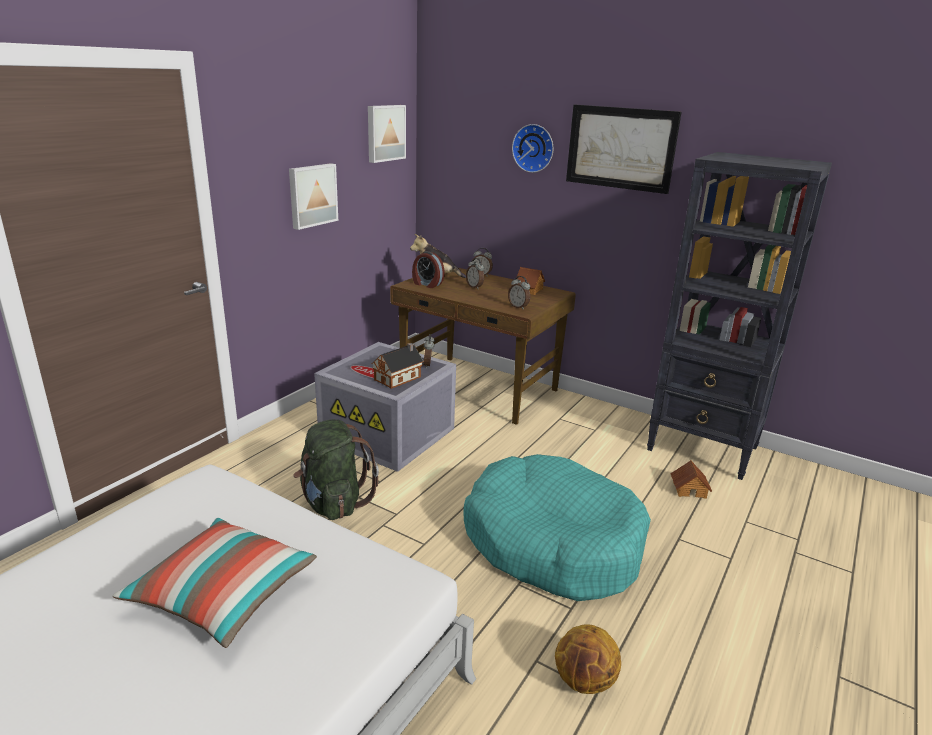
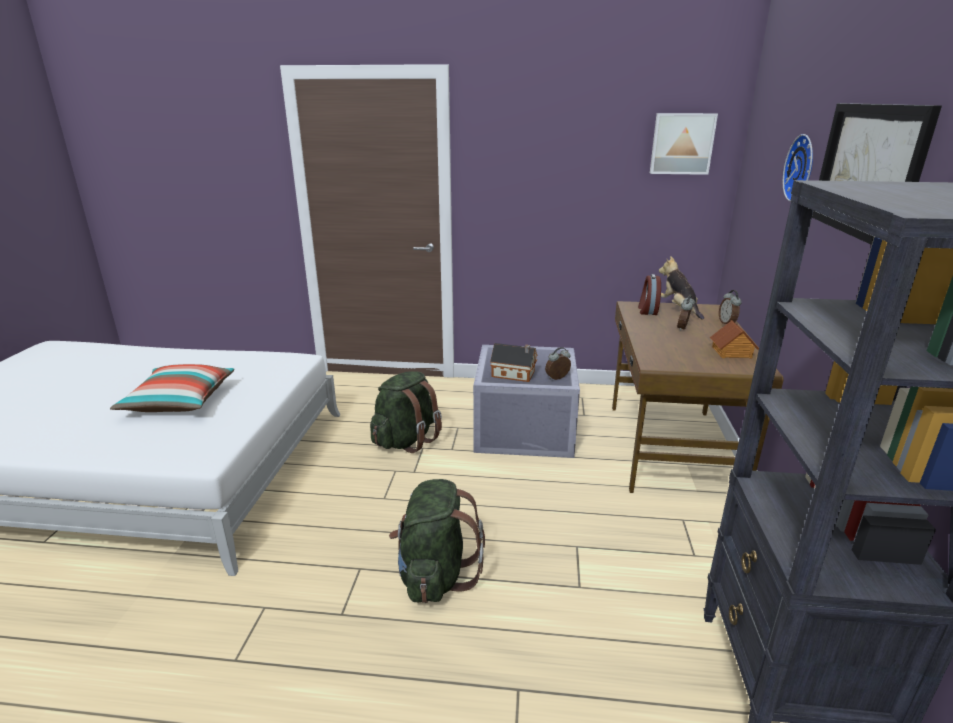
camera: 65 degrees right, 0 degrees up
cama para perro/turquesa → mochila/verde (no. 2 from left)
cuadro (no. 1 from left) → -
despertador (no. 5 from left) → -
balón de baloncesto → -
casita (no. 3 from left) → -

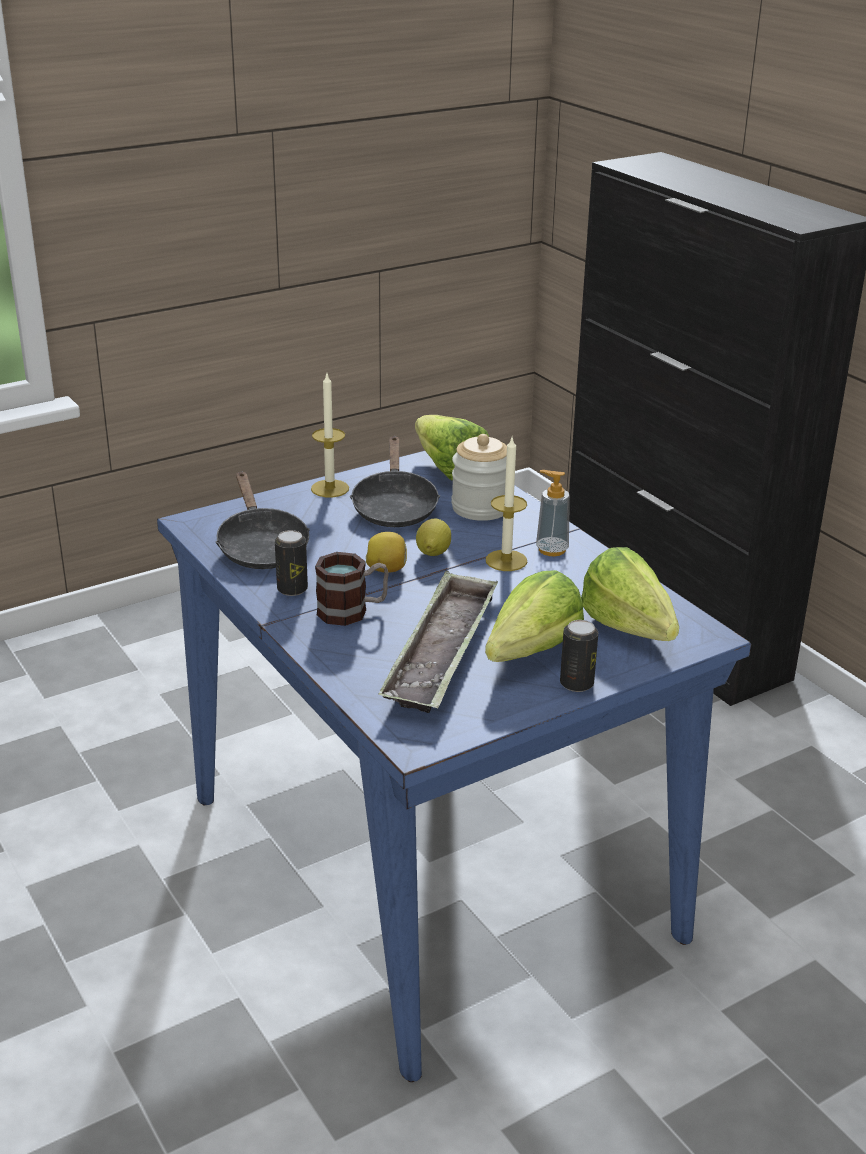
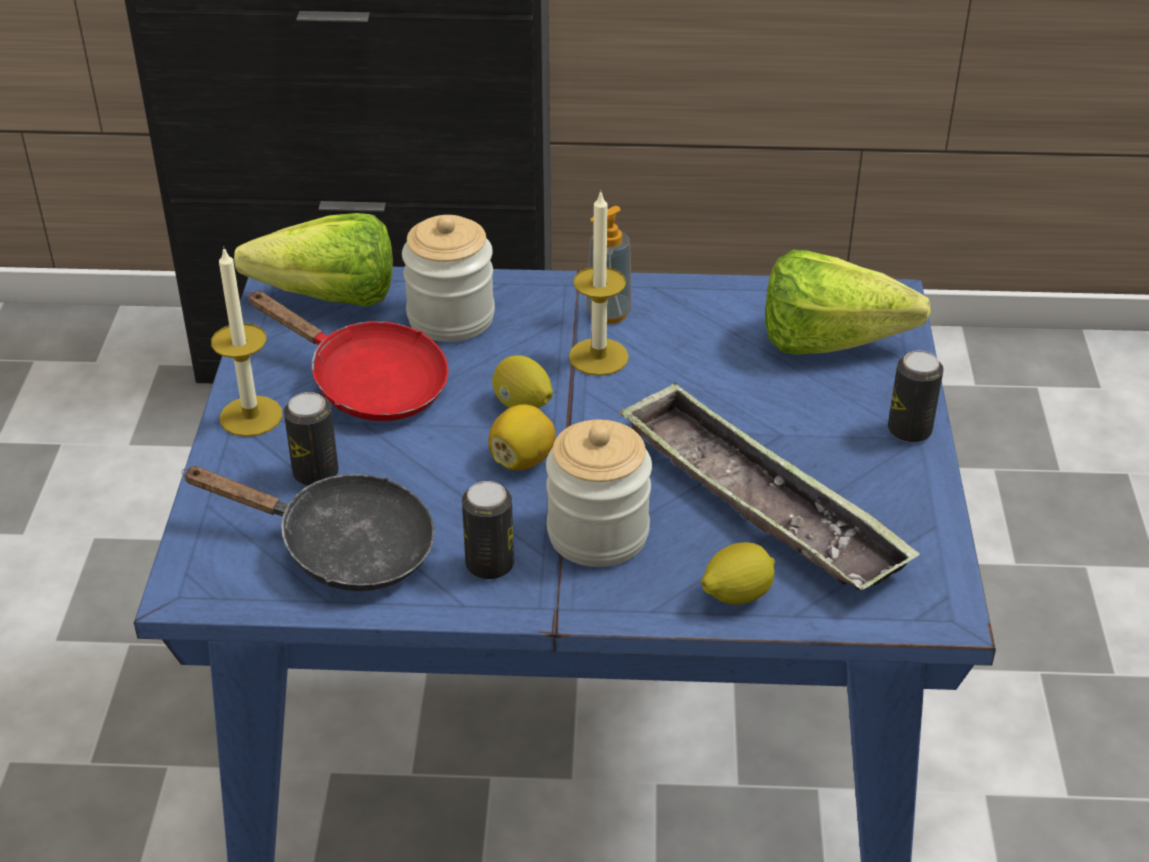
camera: 55 degrees left, 10 degrees up
sartén/negro (no. 2 from left) → sartén/rojo
- → lata (no. 1 from left)
taza grande → tarro (no. 2 from left)
- → limón (no. 3 from left)
lechuga (no. 2 from left) → -

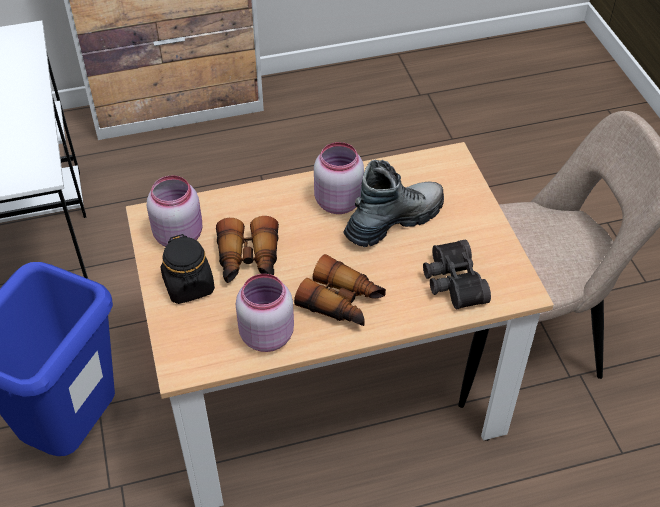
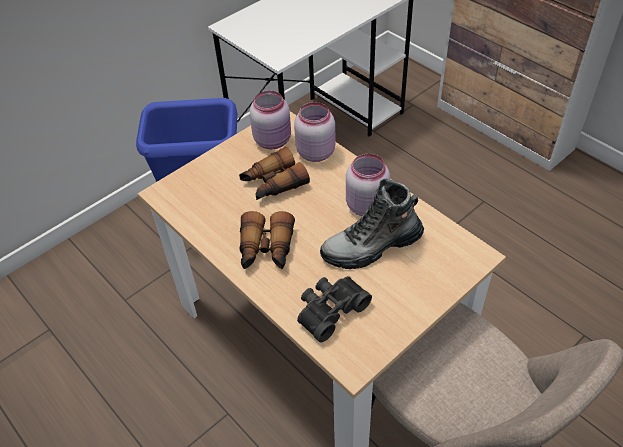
camera: 65 degrees right, 0 degrees up
tarro/rosa (no. 2 from left), shifted
bota, 135 degrees clockwise
tarro/negro → -

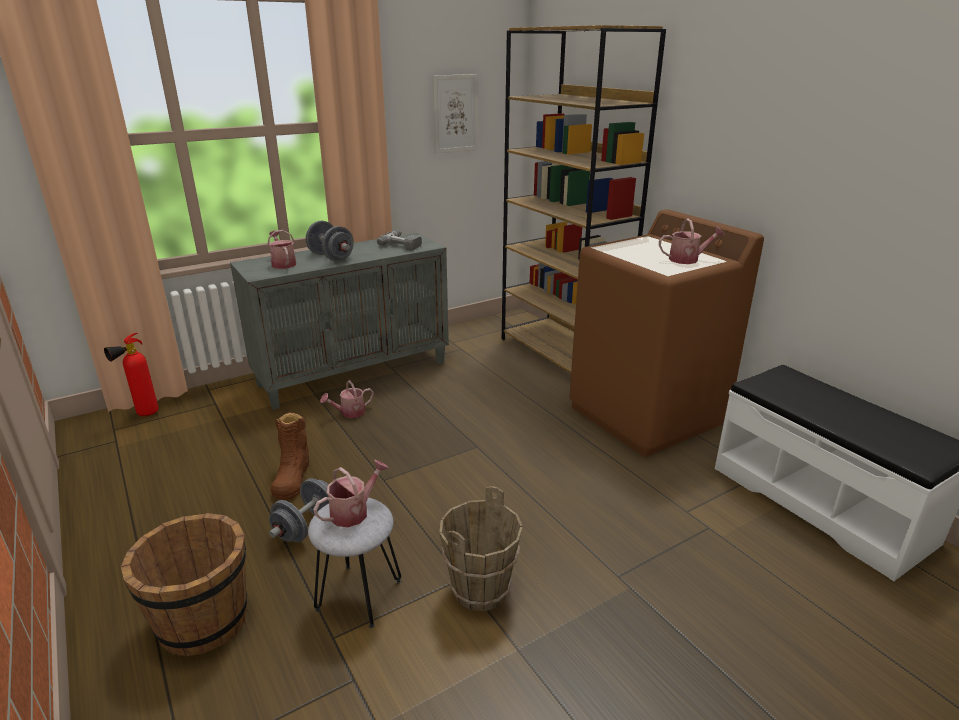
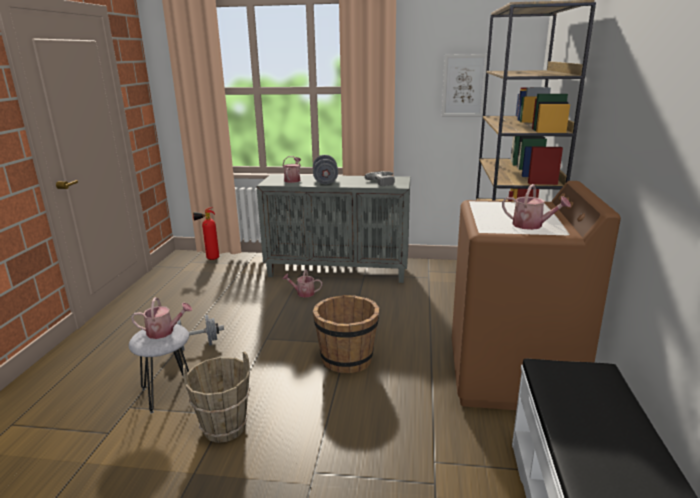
camera: 40 degrees right, 5 degrees down
cubo/marrón (no. 1 from left in the first image) → cubo/marrón (no. 2 from left), shifted
bota/marrón → -

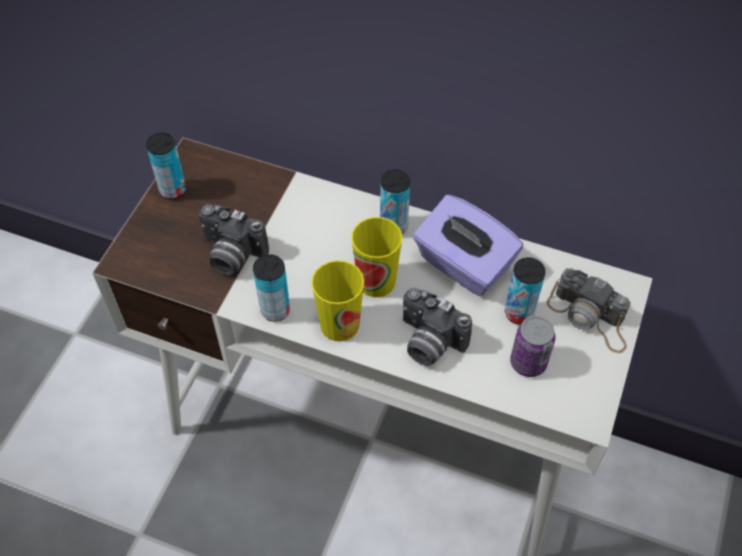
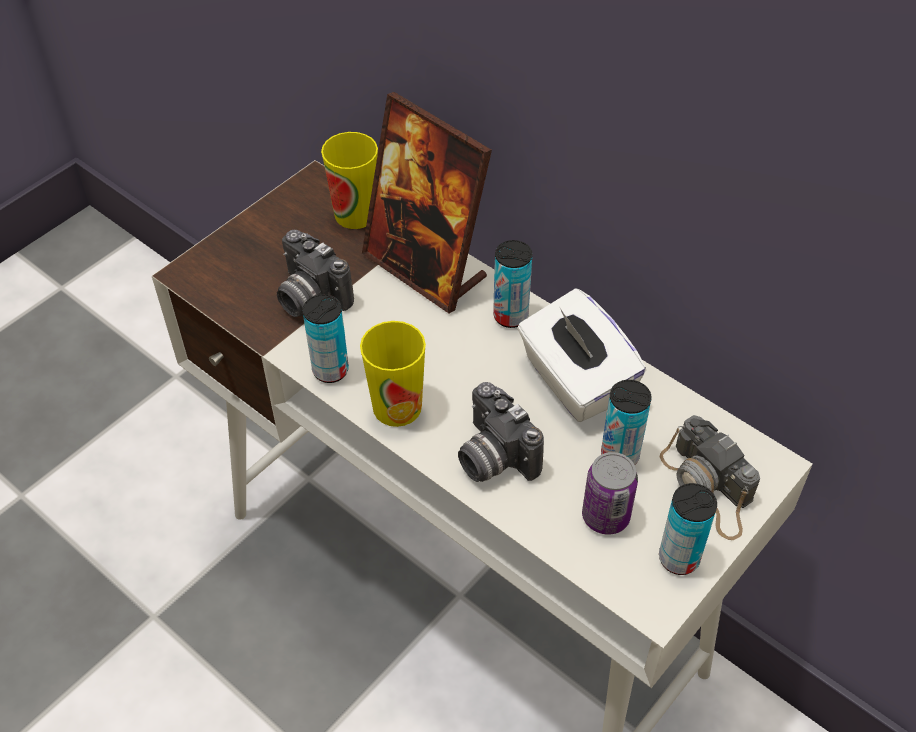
camera: 20 degrees right, 5 degrees down
taza (no. 2 from left in the first image) → taza (no. 1 from left), shifted
- → portarretratos
caja de pañuelos/morado → caja de pañuelos/blanco
lata (no. 1 from left in the first image) → lata (no. 5 from left), shifted

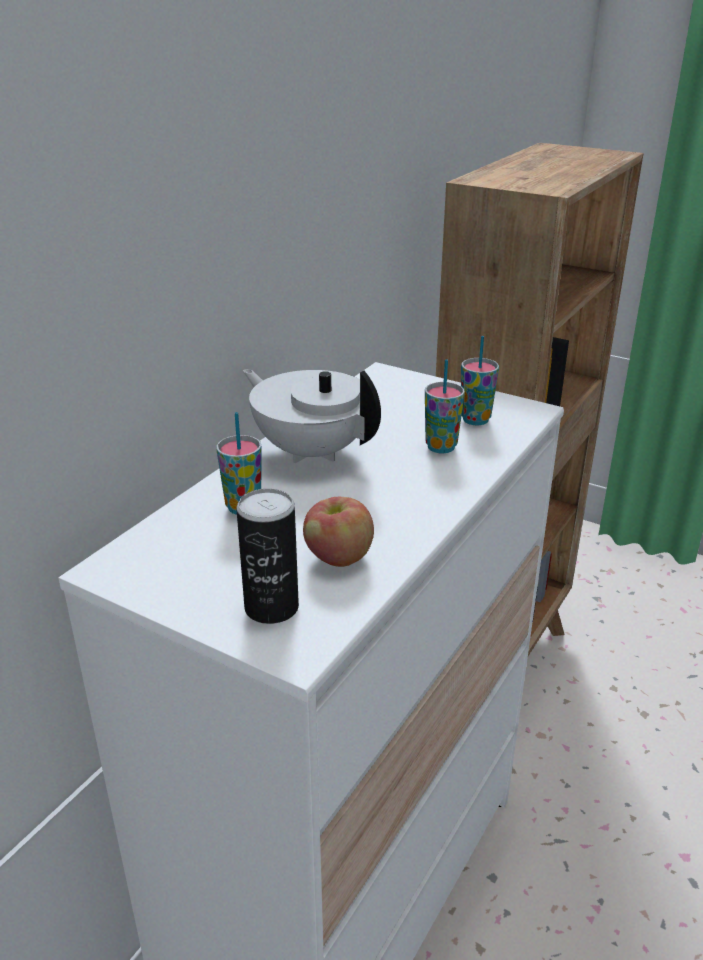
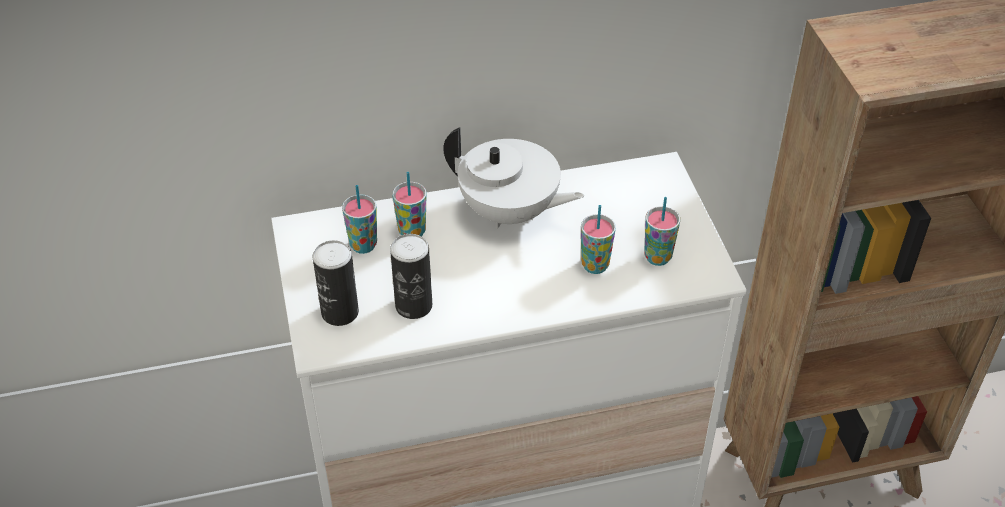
camera: 45 degrees right, 15 degrees up
- → taza (no. 1 from left)
manzana → lata (no. 2 from left)
tetera/blanco, 120 degrees clockwise

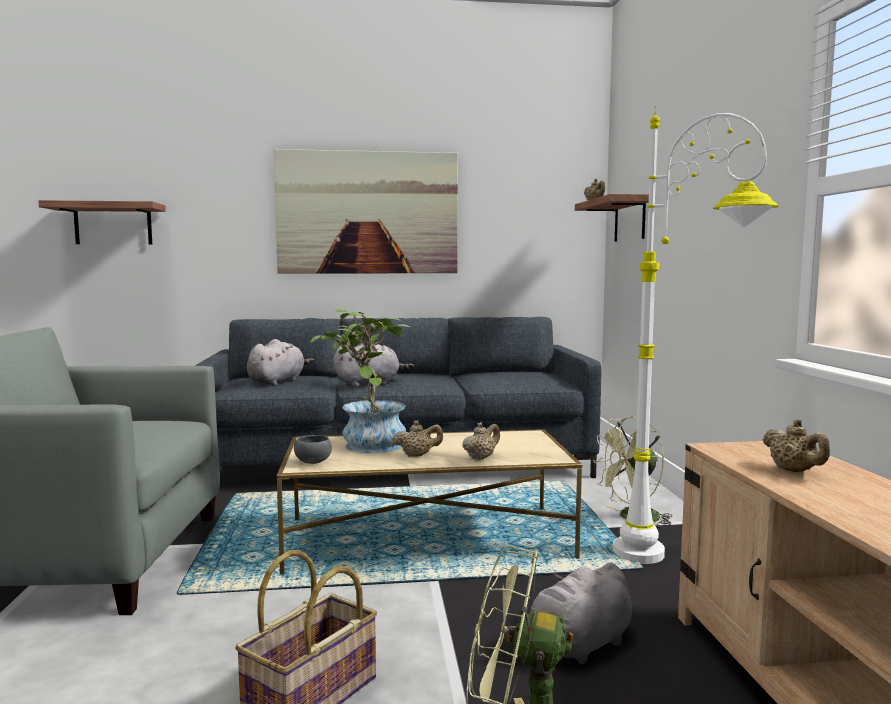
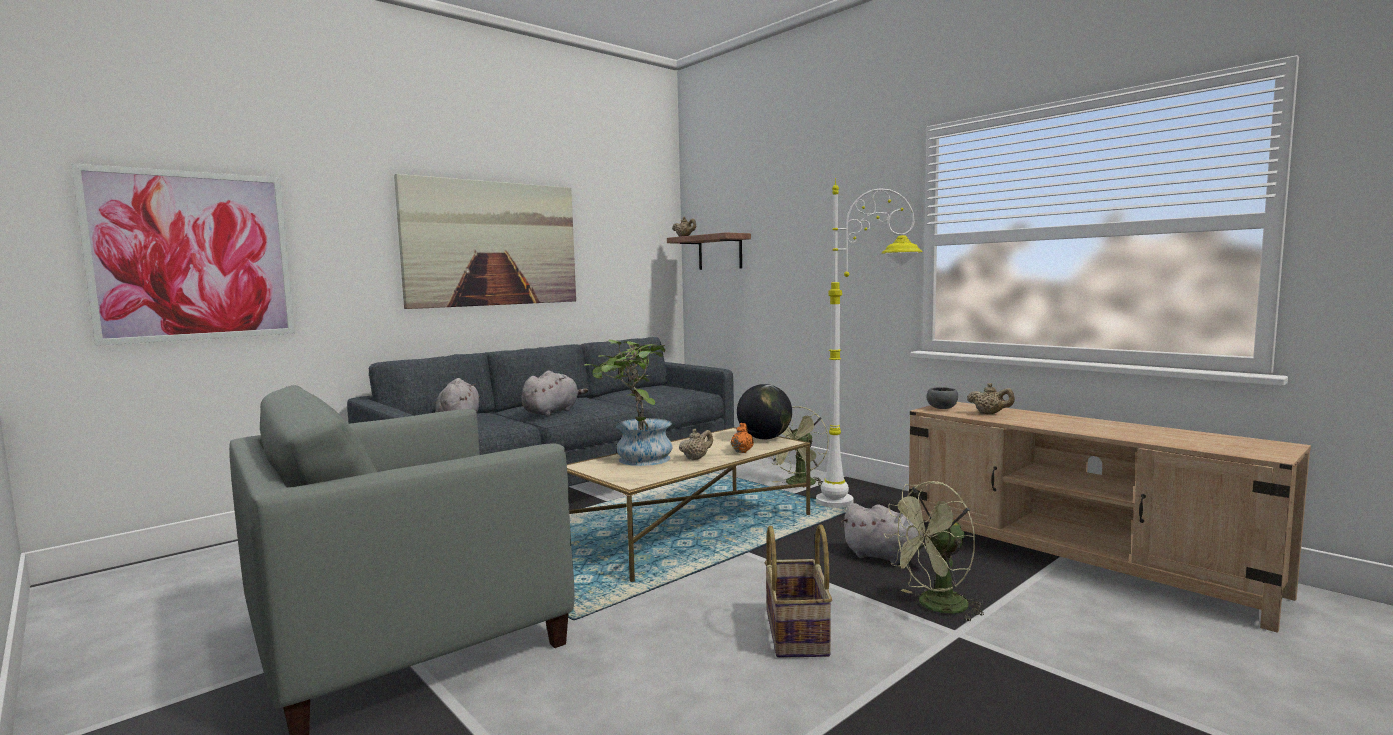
camera: 35 degrees left, 0 degrees up
estante (no. 1 from left) → cuadro (no. 1 from left)
tetera/beis (no. 2 from left) → tetera/naranja
- → globo terráqueo
peluche/gris (no. 3 from left), 75 degrees counterclockwise
cuenco/gris, shifted

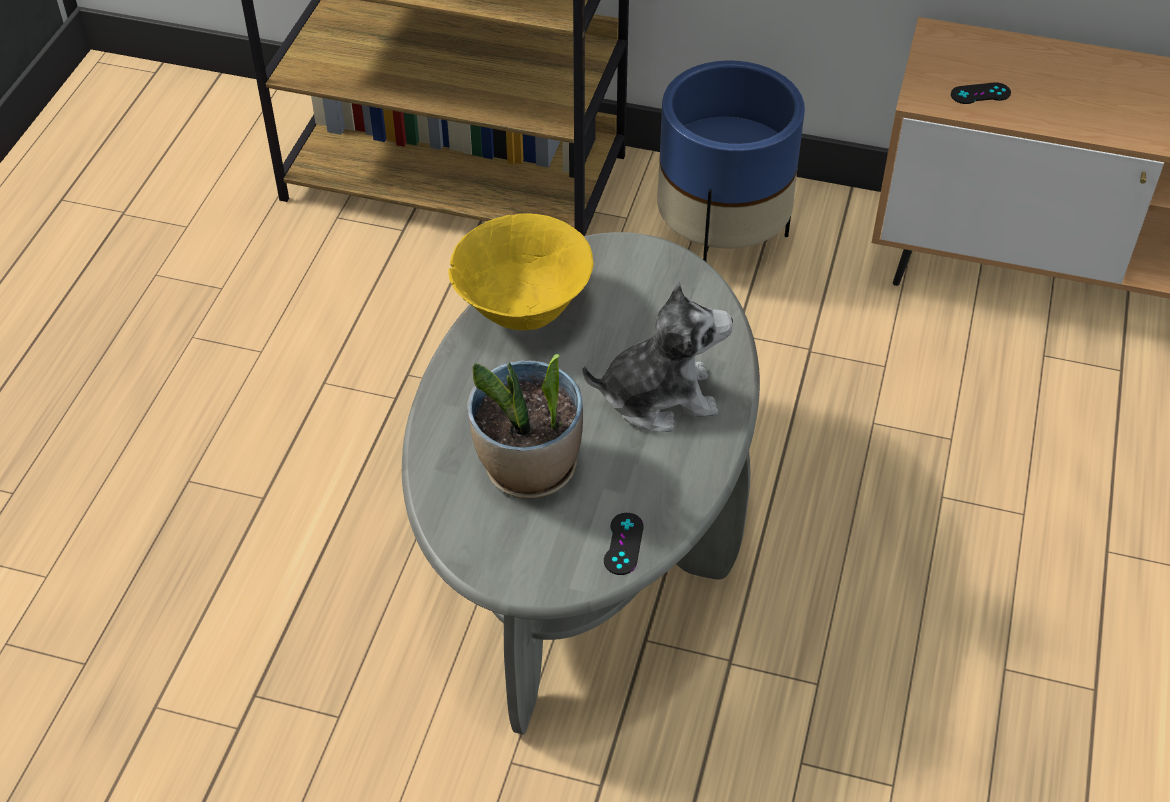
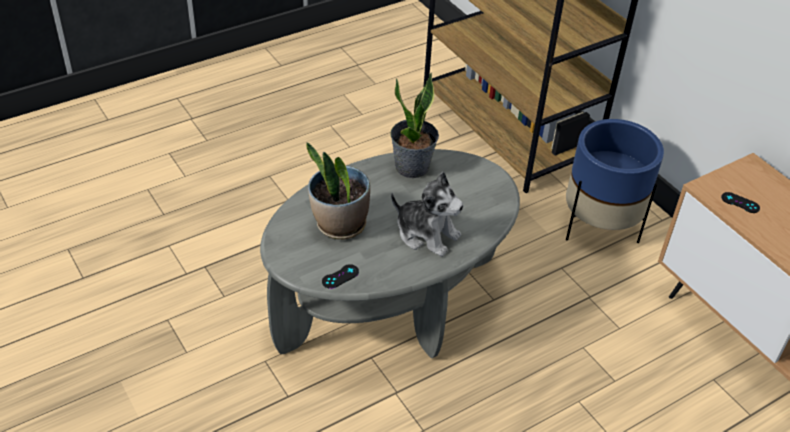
camera: 40 degrees right, 5 degrees down
cuenco/amarillo → planta en maceta (no. 2 from left)

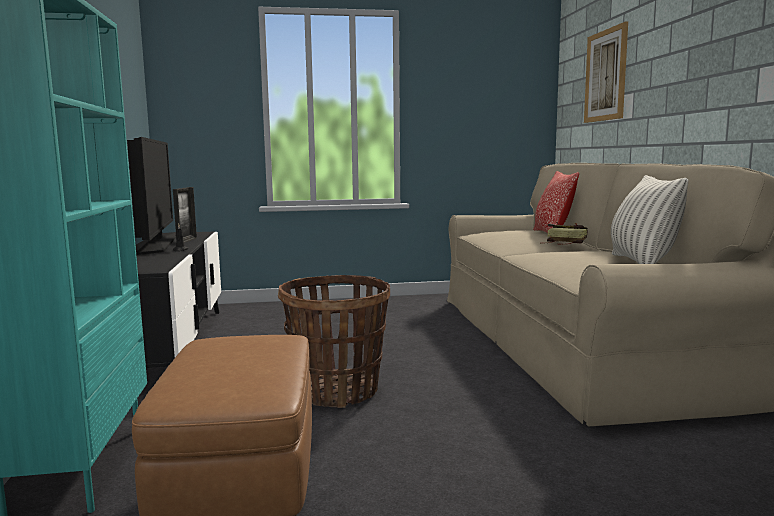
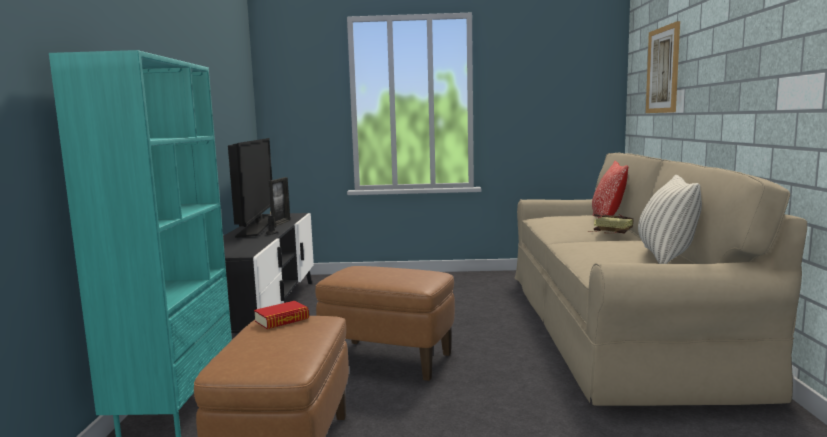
camera: 10 degrees right, 0 degrees up
- → libro (no. 1 from left)
cesta → puf/marrón (no. 2 from left)

